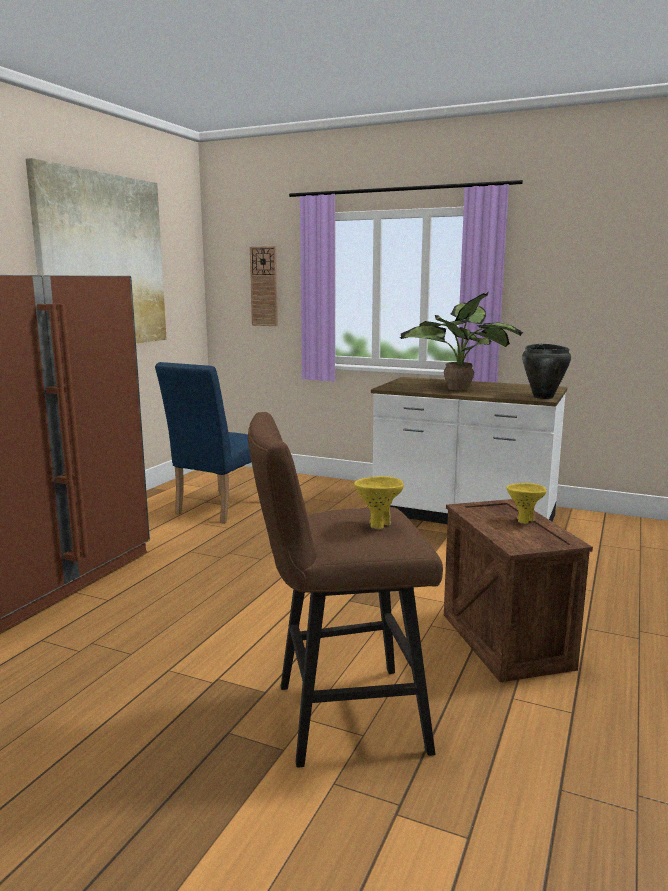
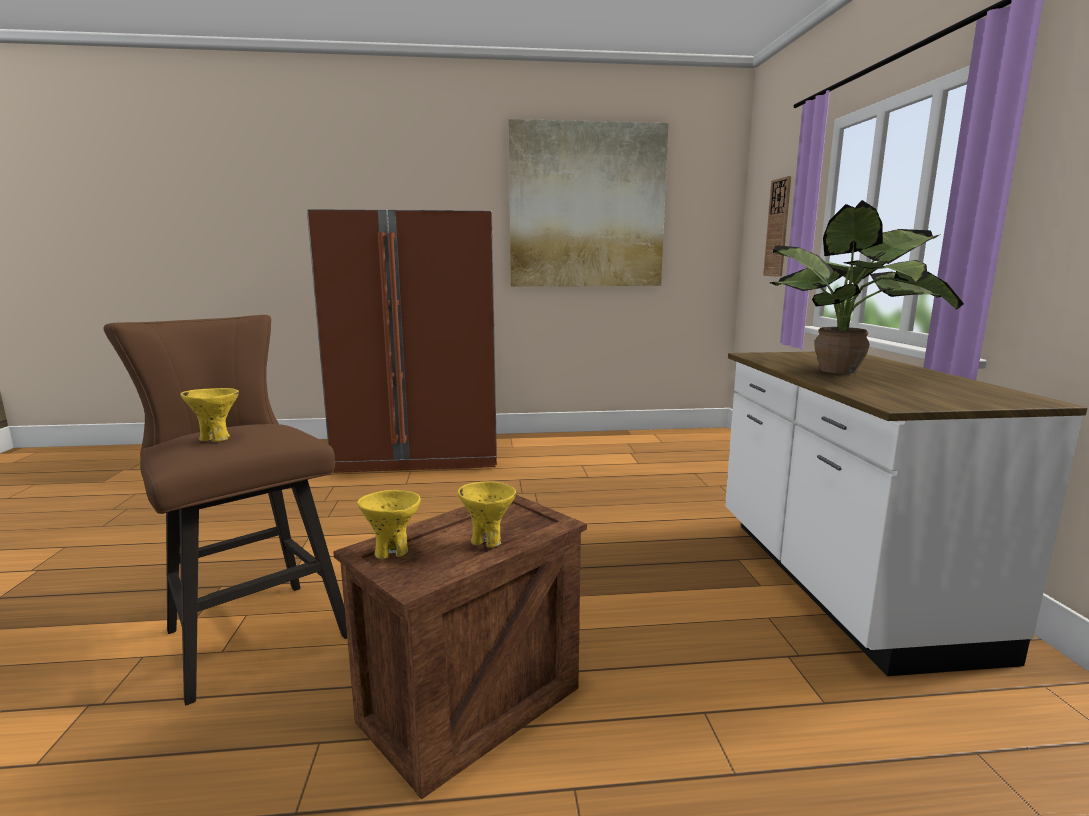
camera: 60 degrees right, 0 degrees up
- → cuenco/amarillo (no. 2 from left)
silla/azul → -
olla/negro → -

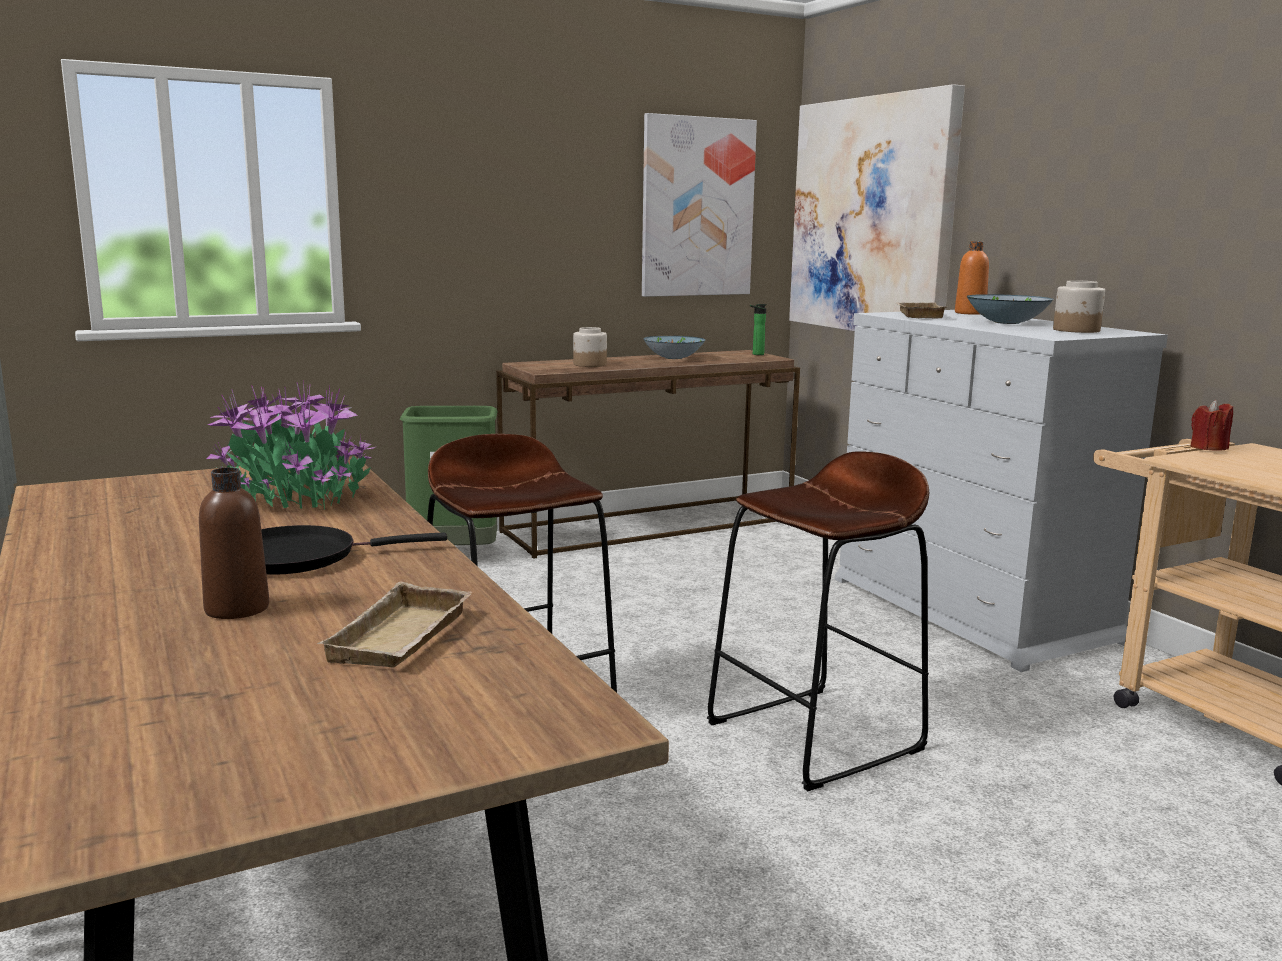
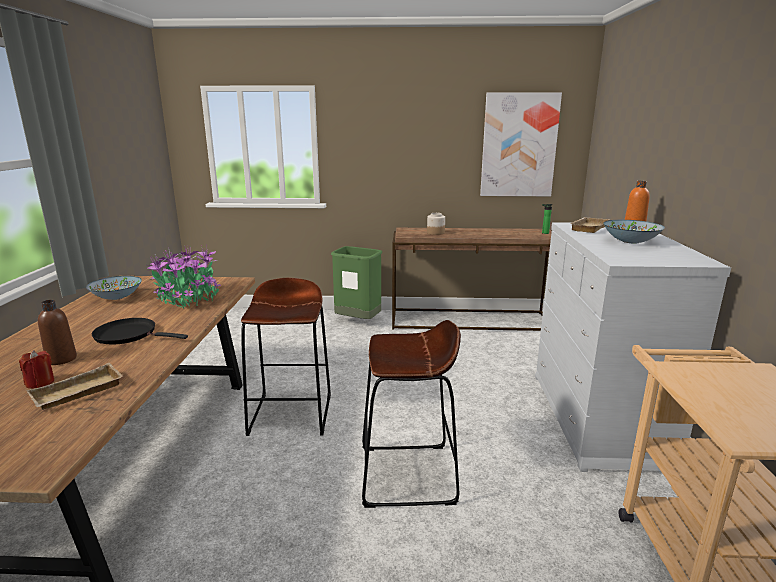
camera: 30 degrees right, 5 degrees up
vela/rojo, shifted
cuenco (no. 1 from left), shifted
cuadro (no. 2 from left) → -
tarro (no. 2 from left) → -

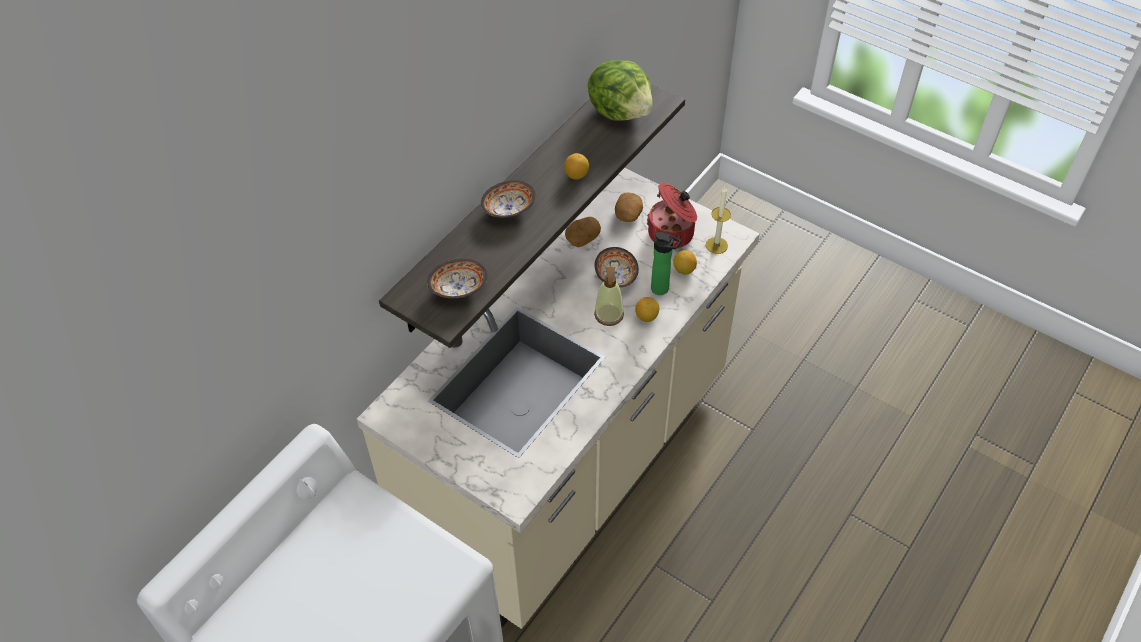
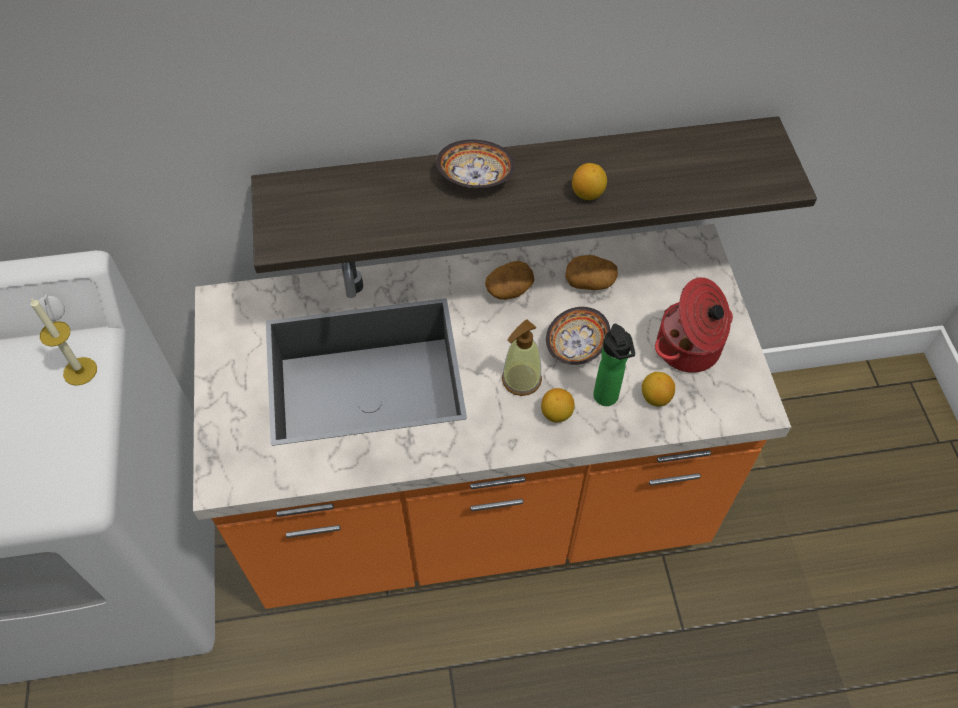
camera: 45 degrees right, 5 degrees up
vela, shifted
mueble bajo de cocina/beis → mueble bajo de cocina/naranja
patata (no. 2 from left in the first image) → patata (no. 1 from left), shifted
cuenco (no. 1 from left) → -
lechuga → -

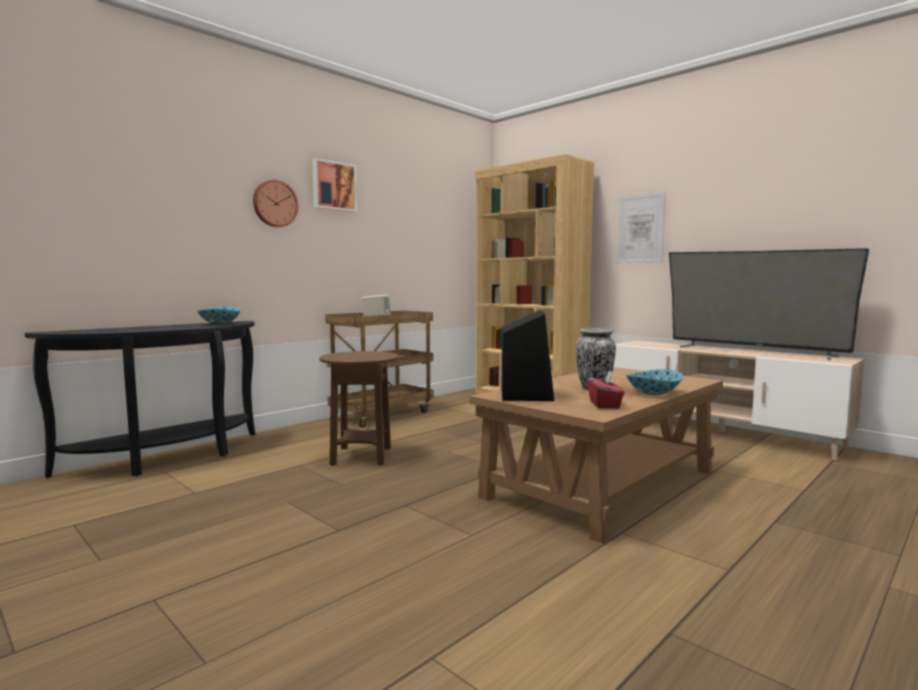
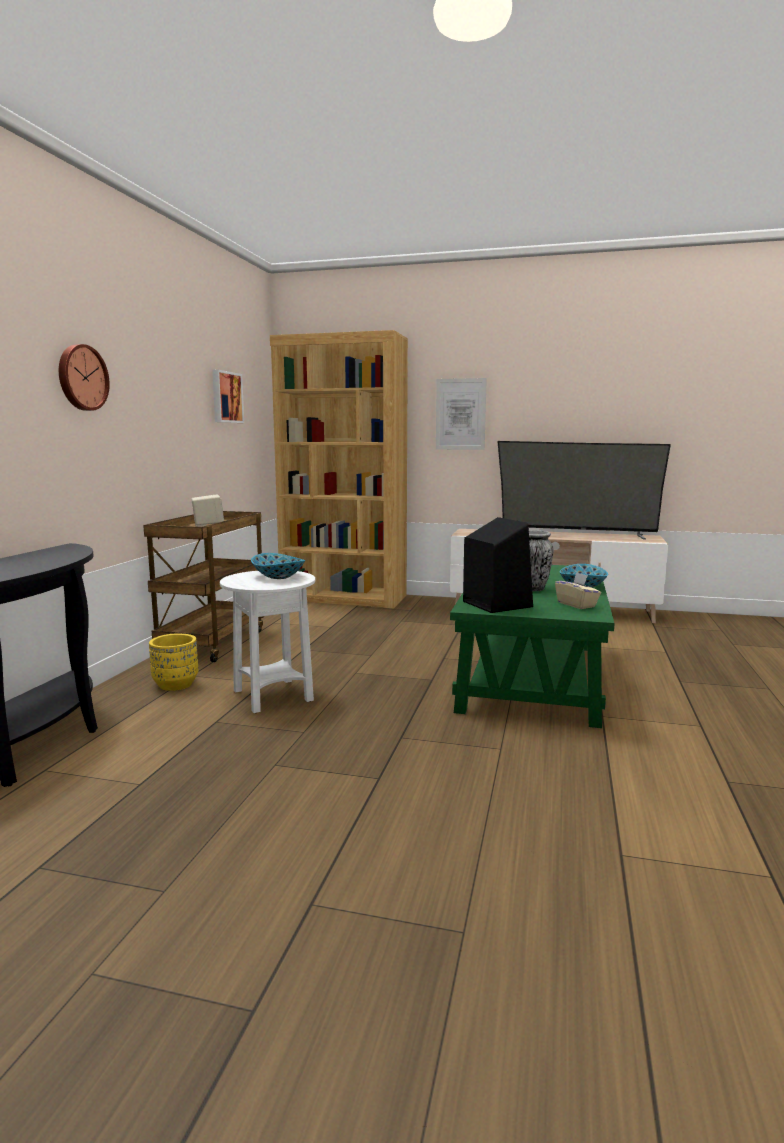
camera: 30 degrees left, 5 degrees up
- → maceta/amarillo
cuadro (no. 1 from left), shifted
mesa auxiliar/marrón → mesa auxiliar/blanco
cuenco (no. 1 from left), shifted
mesa de centro/marrón → mesa de centro/verde
caja de pañuelos/rojo → caja de pañuelos/beis

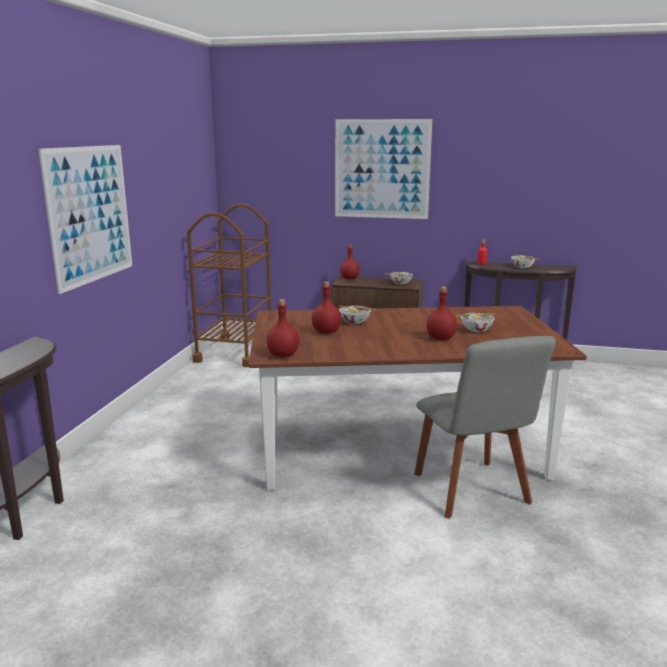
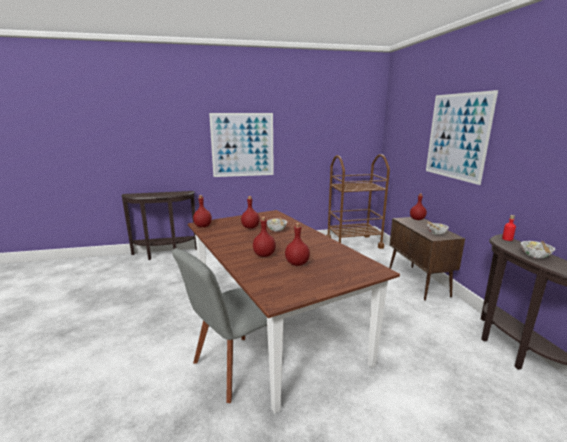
camera: 65 degrees right, 0 degrees up
cuenco (no. 3 from left) → botella/rojo (no. 4 from left)

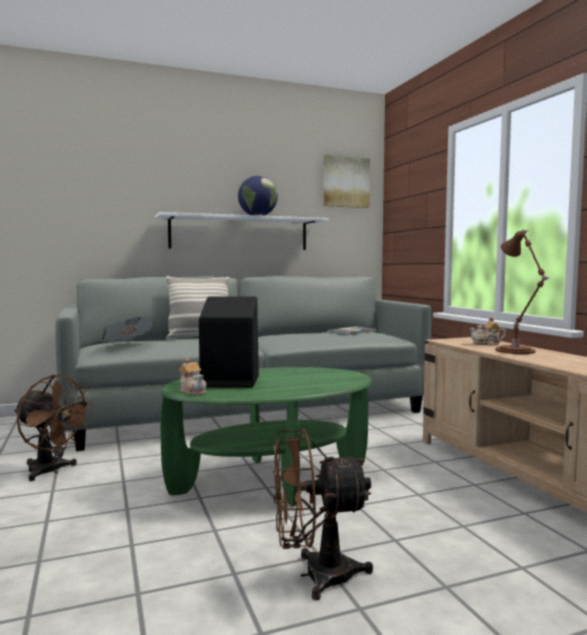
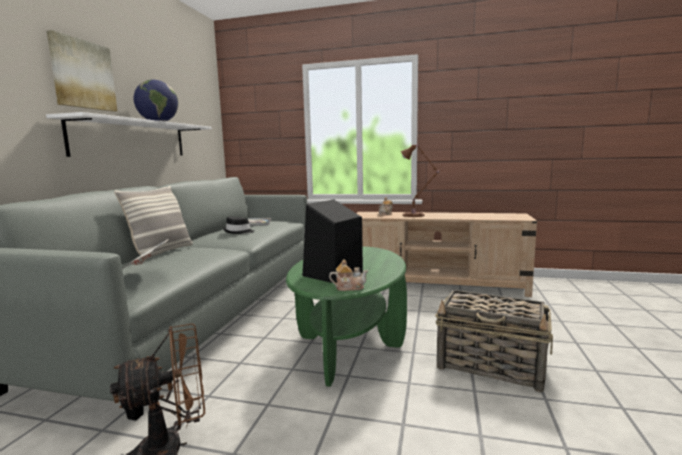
camera: 55 degrees left, 5 degrees up
cuadro, shifted
- → sombrero/negro
ventilador/marrón (no. 2 from left) → cesta

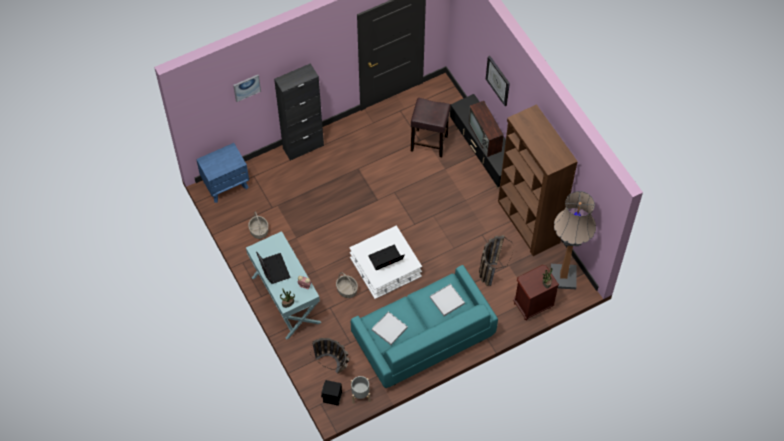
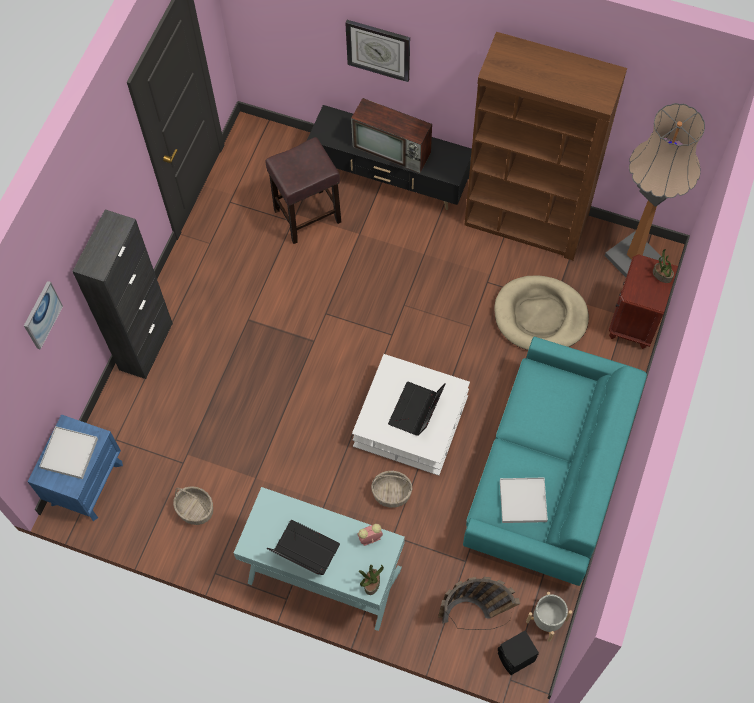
camera: 40 degrees left, 5 degrees up
bandeja/blanco (no. 2 from left in the first image) → bandeja/blanco (no. 1 from left), shifted
cesta (no. 4 from left) → cama para perro/beis

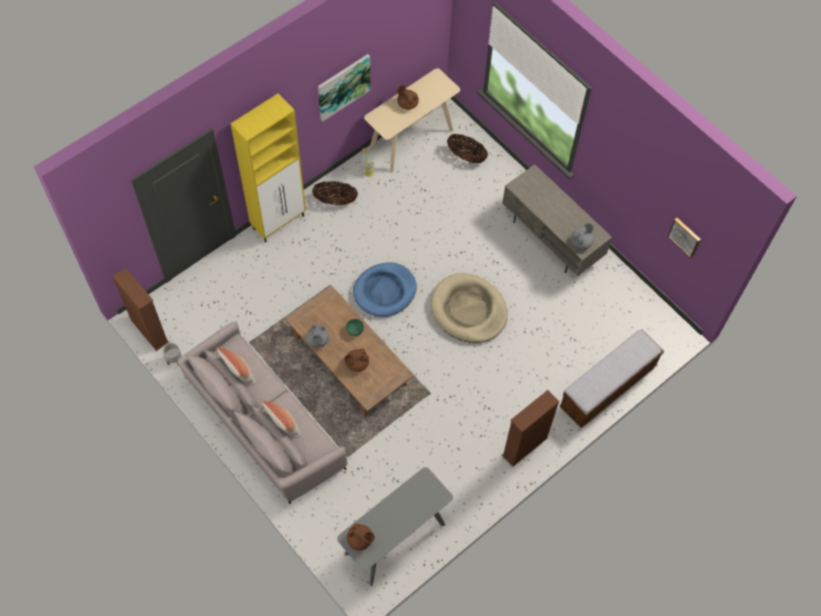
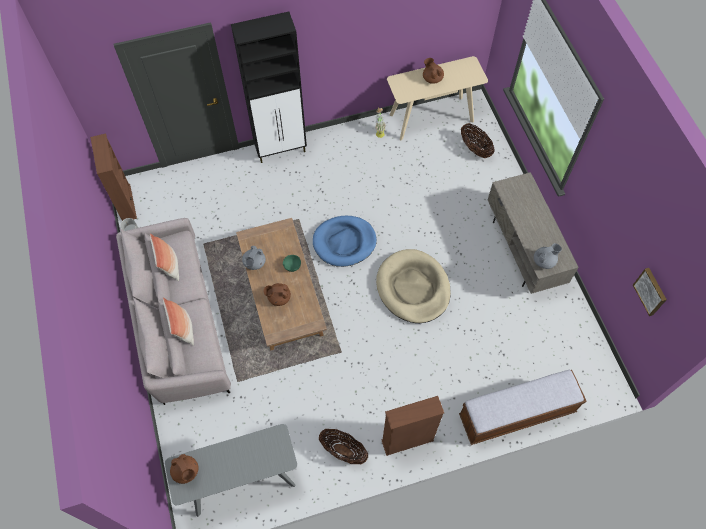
camera: 25 degrees right, 0 degrees up
armario/amarillo → armario/negro
cesta (no. 1 from left), shifted
cuadro (no. 1 from left) → -

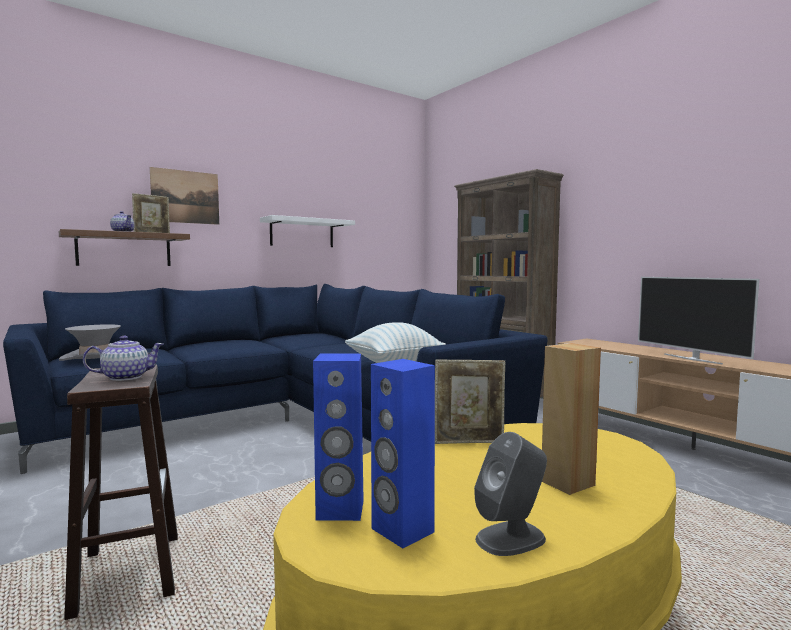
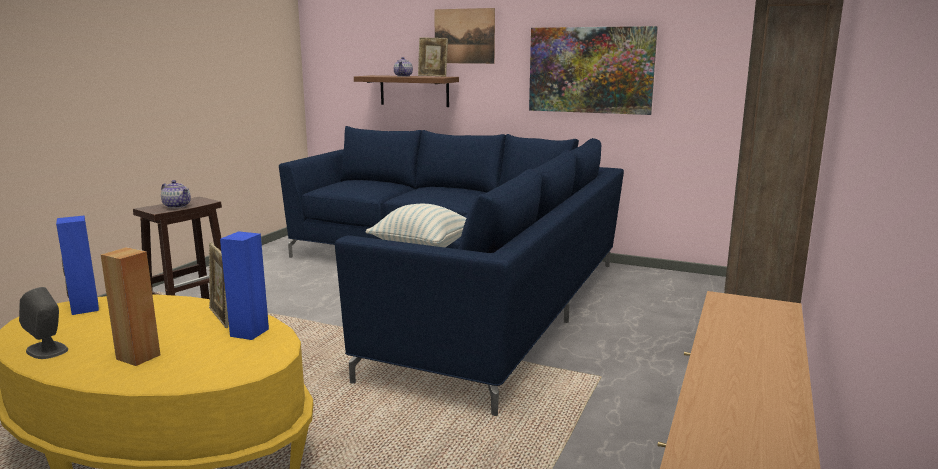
camera: 60 degrees right, 10 degrees up
altavoz/azul (no. 2 from left), shifted
estante/blanco → cuadro (no. 2 from left)
sombrero/gris → -
televisor → -

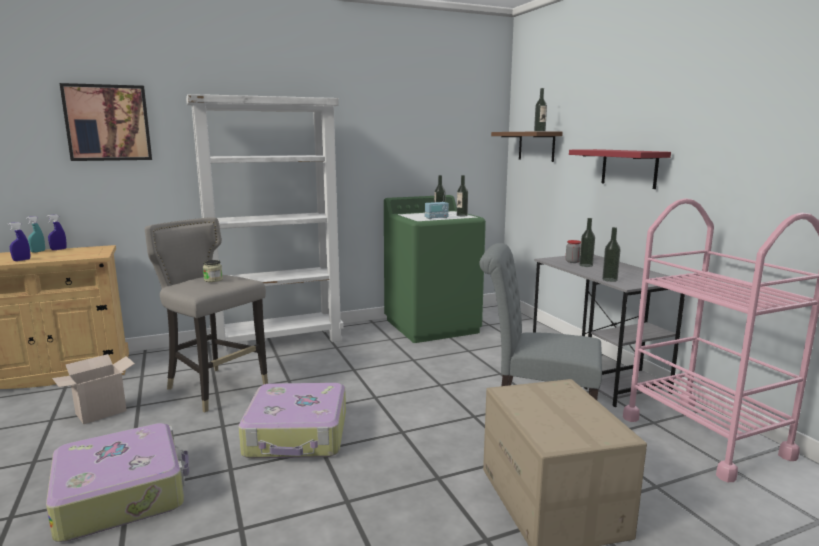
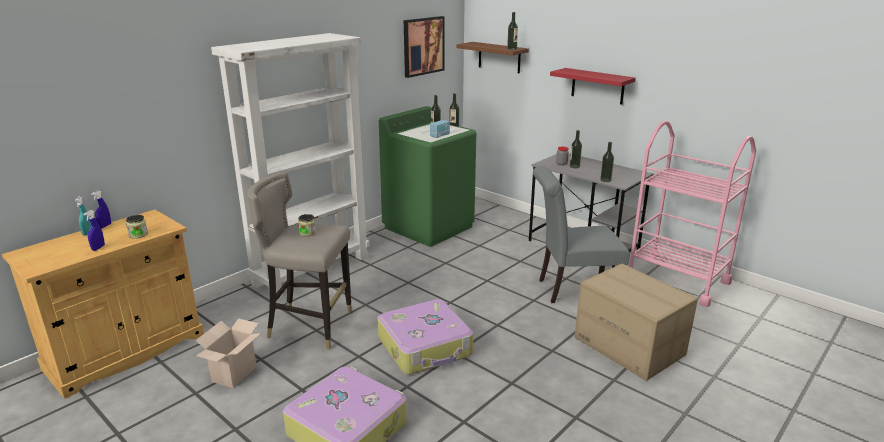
camera: 25 degrees left, 10 degrees up
- → tarro (no. 1 from left)
cuadro, shifted

